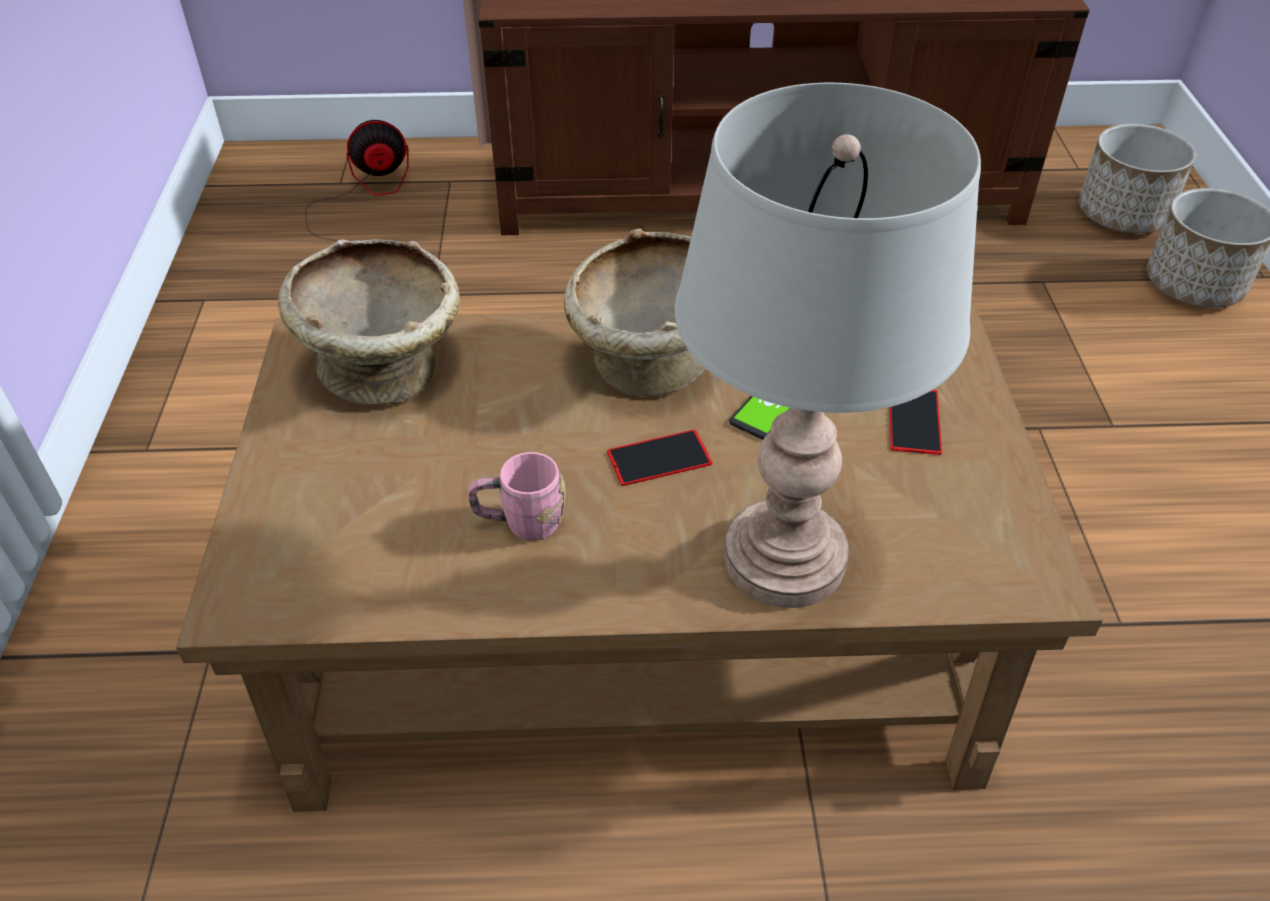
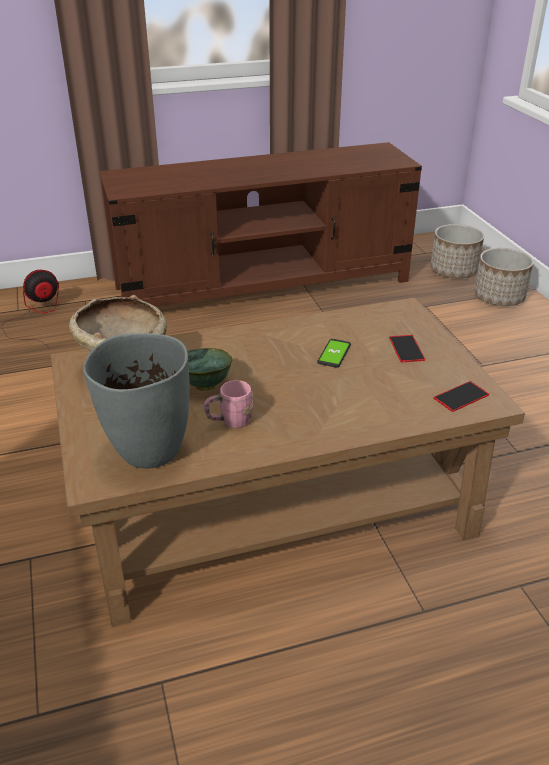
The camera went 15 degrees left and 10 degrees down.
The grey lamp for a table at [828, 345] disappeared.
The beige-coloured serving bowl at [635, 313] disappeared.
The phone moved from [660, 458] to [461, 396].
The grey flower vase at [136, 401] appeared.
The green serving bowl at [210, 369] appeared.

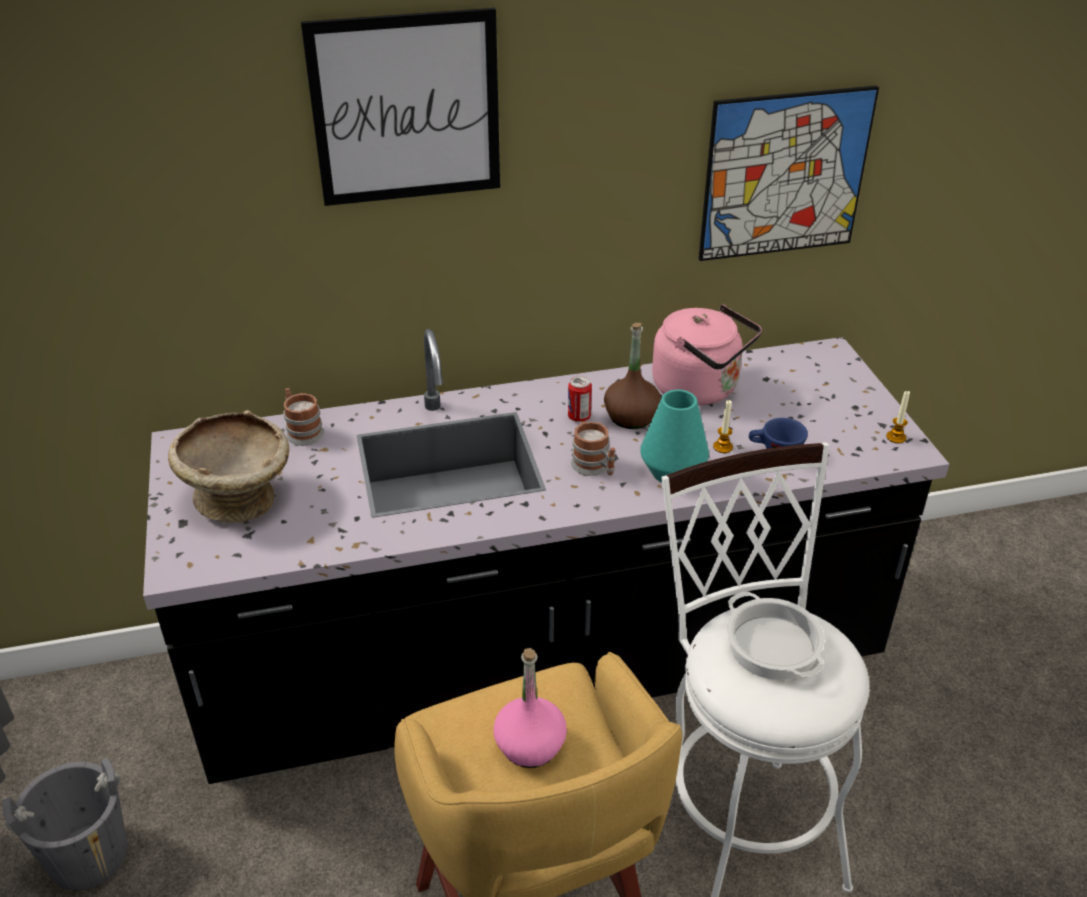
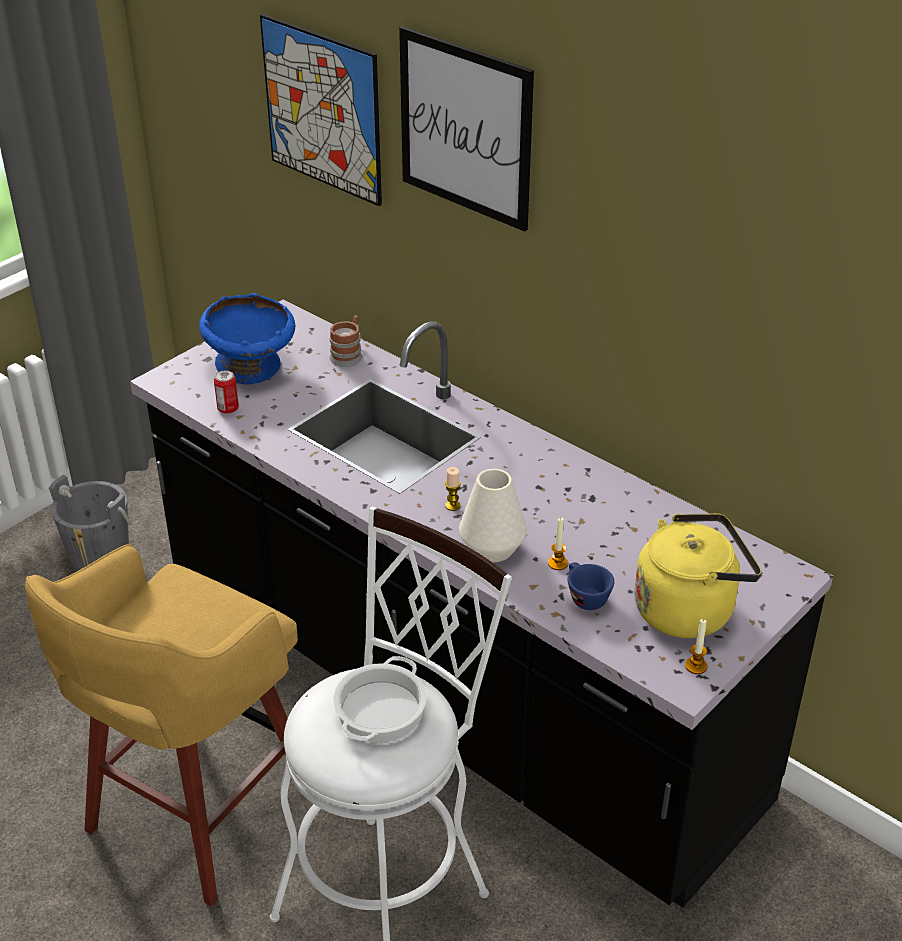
The camera went 55 degrees right and 0 degrees up.
The wall art moved from [789, 173] to [321, 110].
The pink water kettle at [707, 354] disappeared.
The brownish beverage bottle at [632, 376] disappeared.
The metal can moved from [580, 399] to [226, 392].
The turquoise-coloured flower vase at [674, 436] became the white-coloured flower vase at [493, 515].
The beige-coloured serving bowl at [228, 466] became the blue-coloured serving bowl at [247, 338].
The mug at [593, 448] was replaced by the candle at [453, 489].
The pink beverage bottle at [530, 708] disappeared.
The yellowish water kettle at [697, 575] appeared.

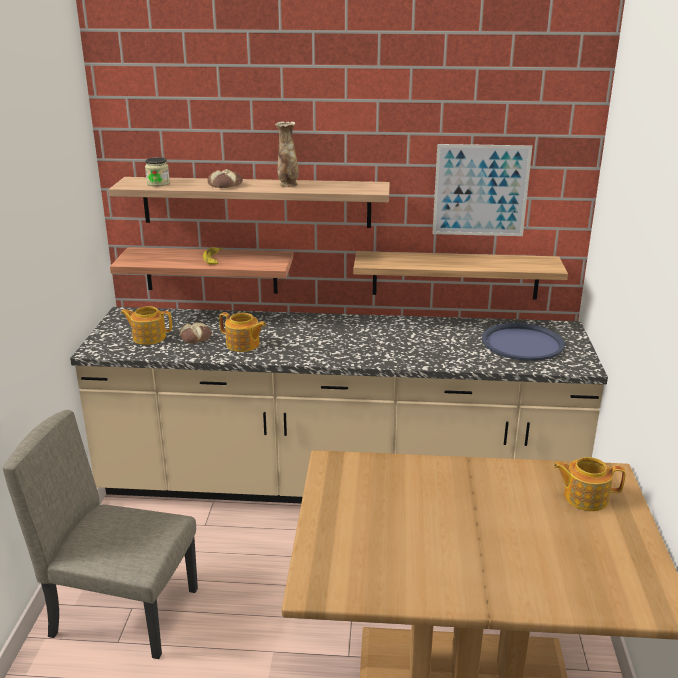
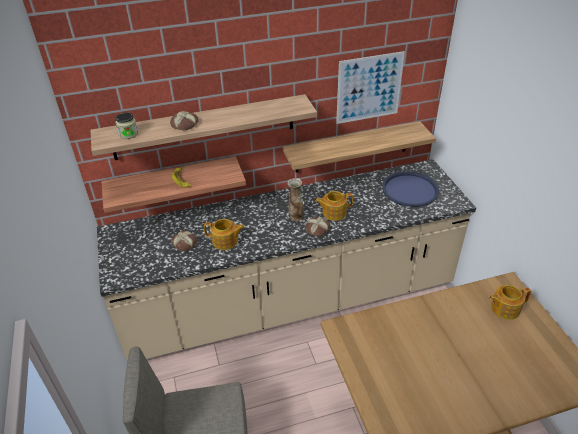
The camera went 20 degrees left and 15 degrees up.
The flower vase moved from [287, 154] to [296, 199].
The pot for tea moved from [146, 325] to [334, 206].
The baked bread at [317, 227] appeared.

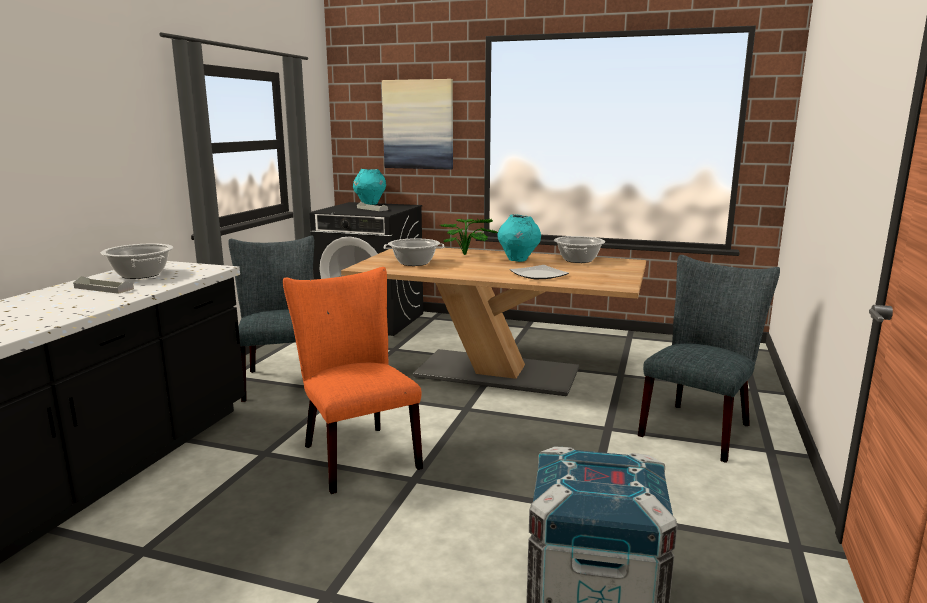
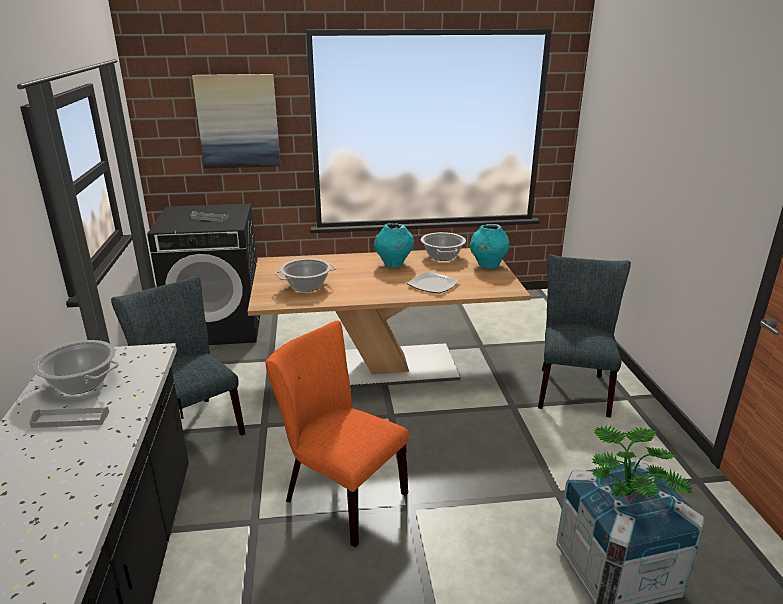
The camera went 25 degrees left and 10 degrees up.
The turquoise-coloured flower vase moved from [369, 187] to [490, 246].
The houseplant moved from [469, 237] to [642, 462].

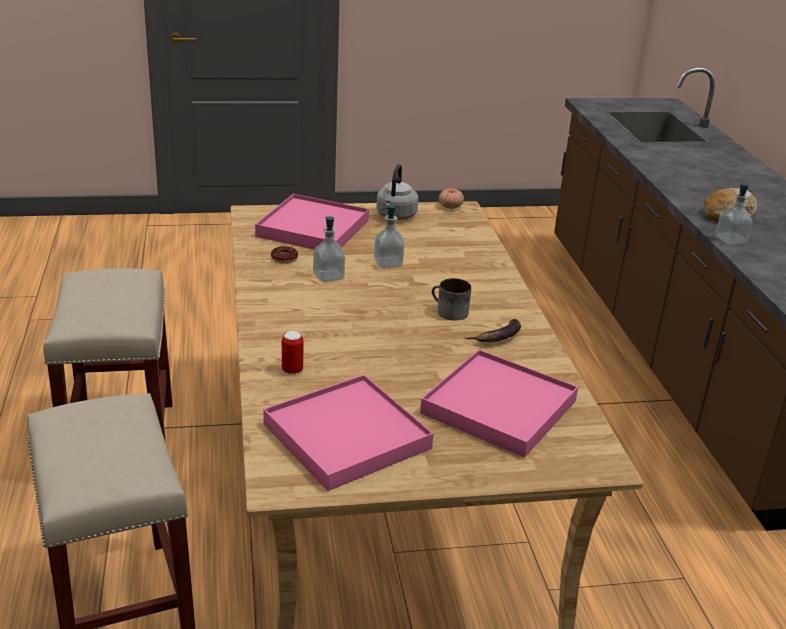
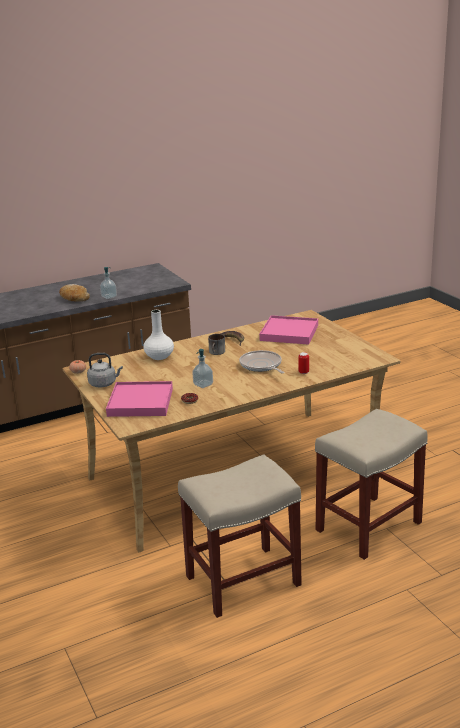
The camera went 105 degrees left and 5 degrees down.
The soap dispenser at [389, 236] disappeared.
The pink carrying tray at [348, 433] disappeared.
The white-coloured flower vase at [159, 335] appeared.
The frying pan at [261, 362] appeared.

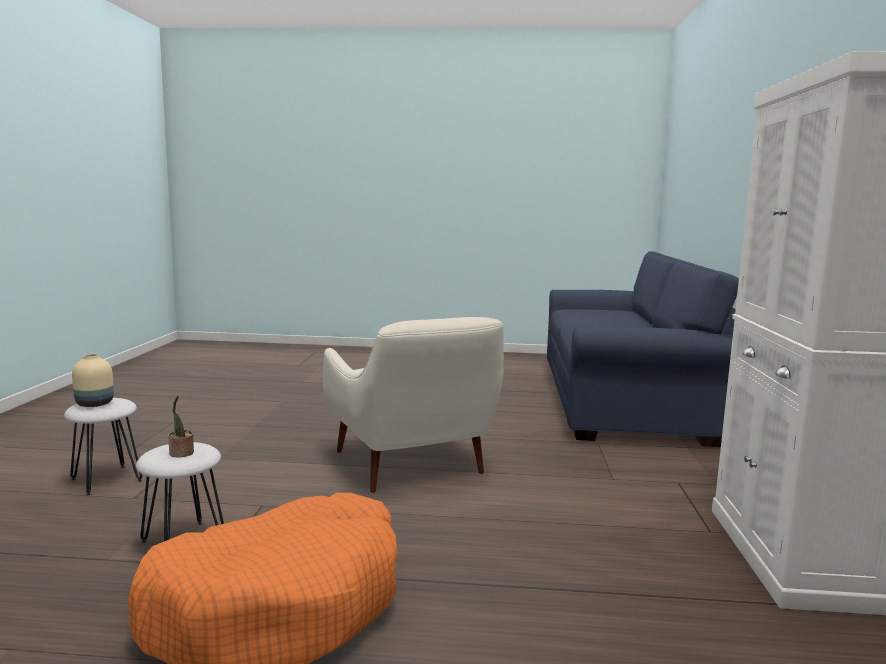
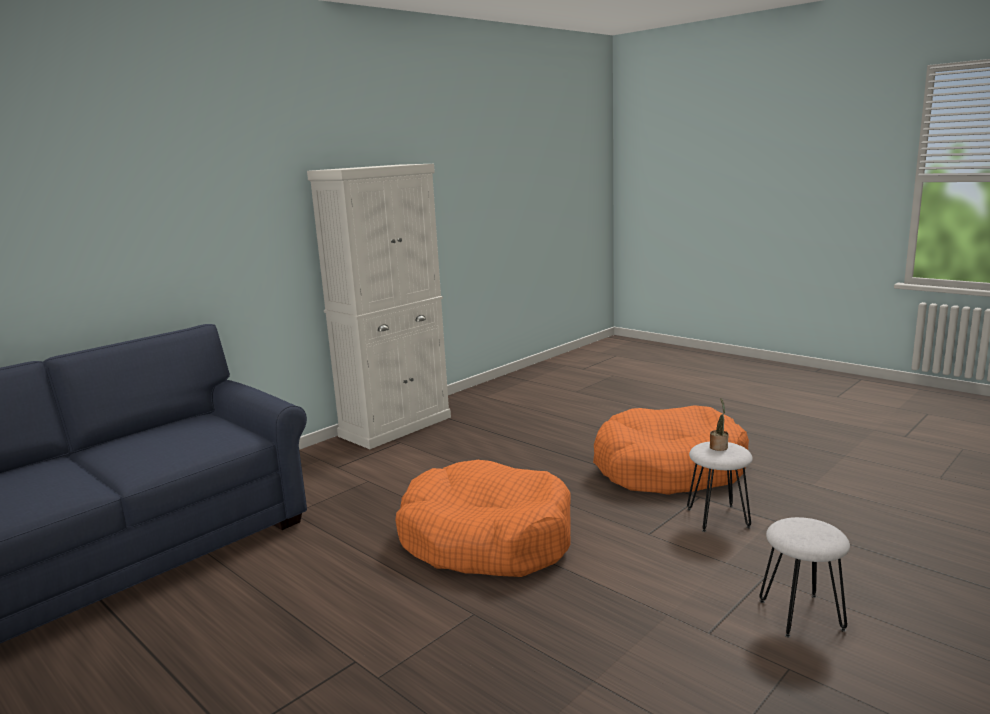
The camera went 140 degrees left and 5 degrees up.
The white-coloured lounge chair at [413, 405] was replaced by the orange-coloured dog bed at [483, 518].
The beige-coloured flower vase at [93, 380] disappeared.

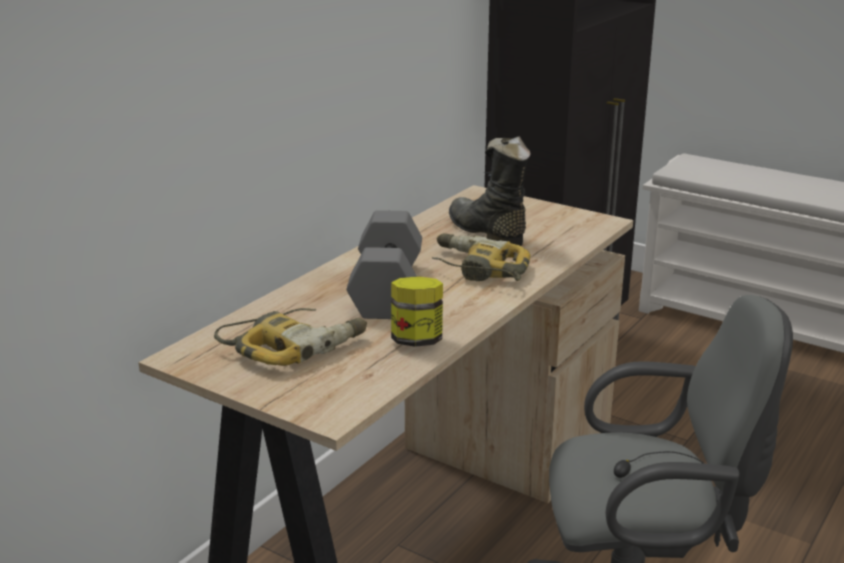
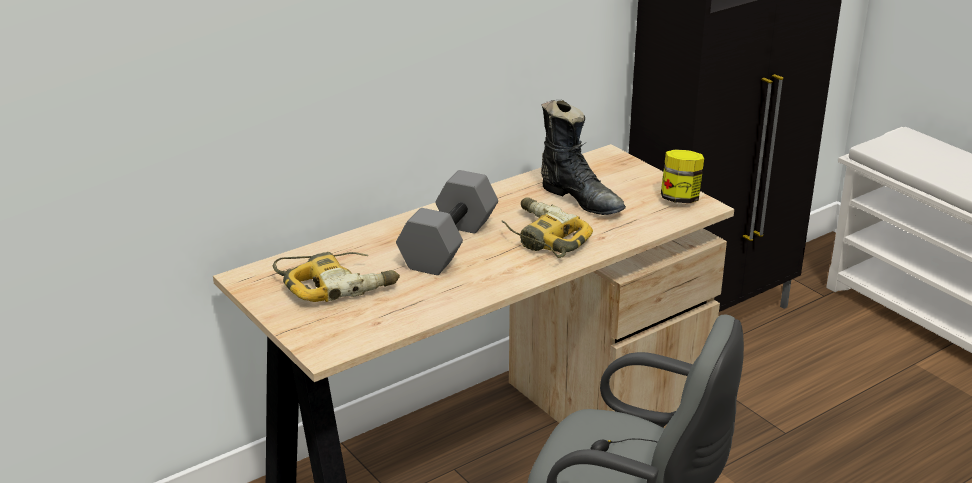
The camera went 20 degrees right and 5 degrees up.
The black high-top boot at [489, 191] turned 150 degrees clockwise.
The storage jar moved from [417, 311] to [682, 176].

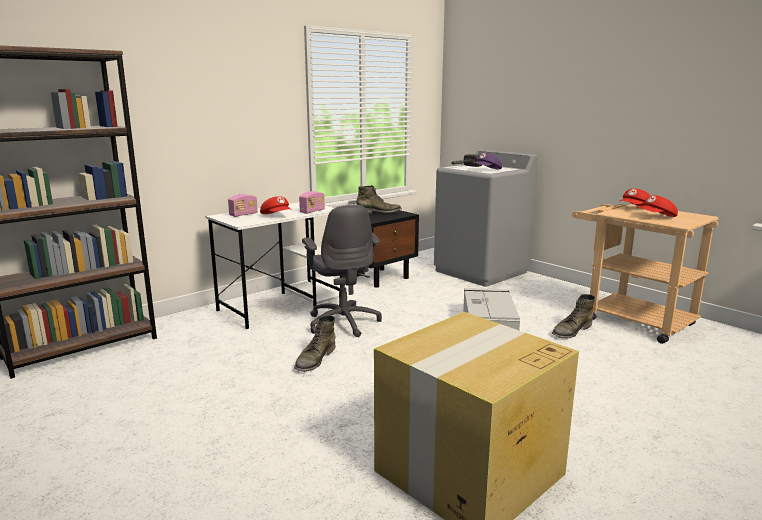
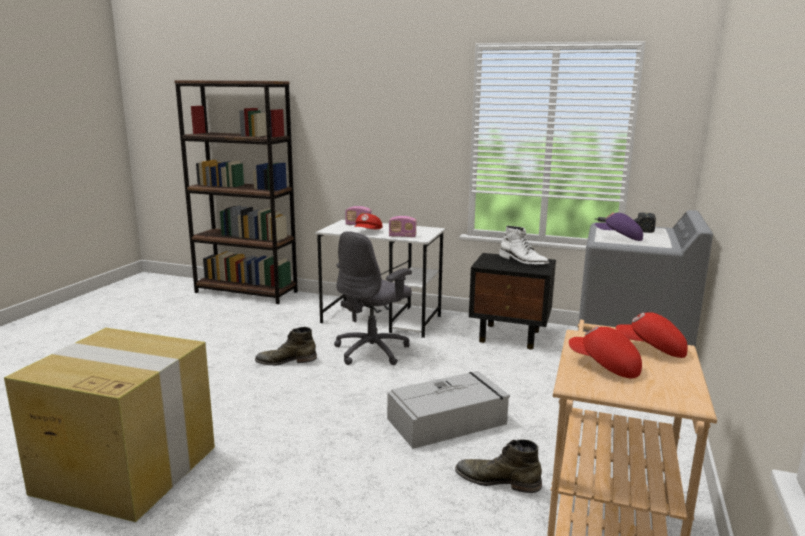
The camera went 60 degrees right and 0 degrees up.
The green high-top boot at [379, 199] became the white-coloured high-top boot at [524, 245].

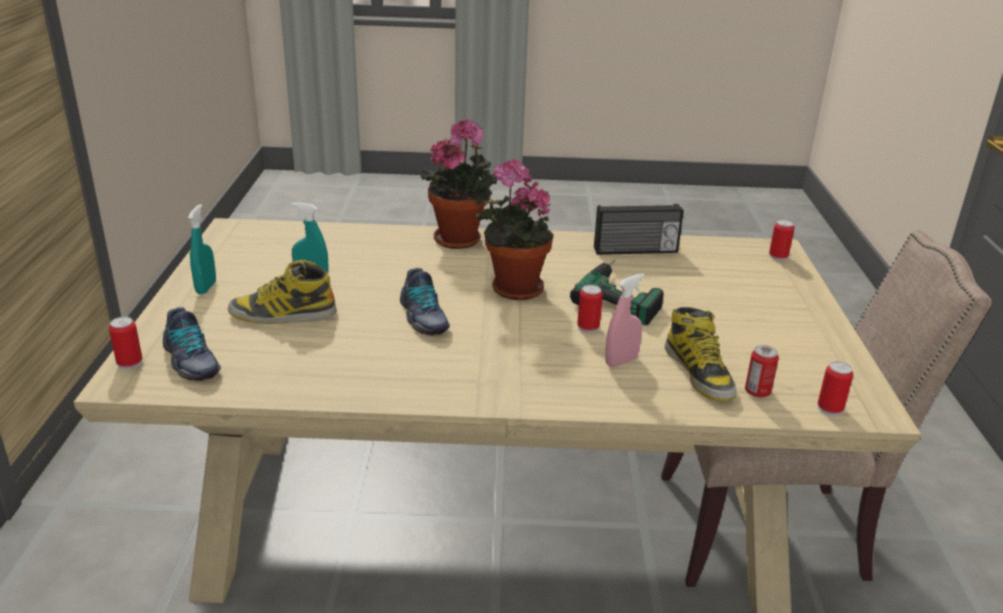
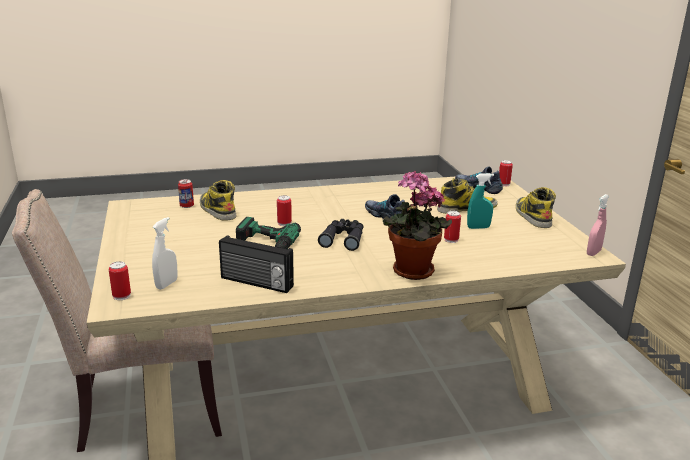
The camera went 165 degrees right and 5 degrees down.
The houseplant at [514, 229] was replaced by the black binoculars at [340, 235].
The turquoise-coloured hand sprayer at [202, 249] was replaced by the high-top boot at [536, 207].
The radio at [639, 229] turned 135 degrees counterclockwise.
The pink hand sprayer moved from [625, 320] to [598, 225].
The metal can moved from [835, 388] to [452, 227].
The white-coloured hand sprayer at [165, 253] appeared.

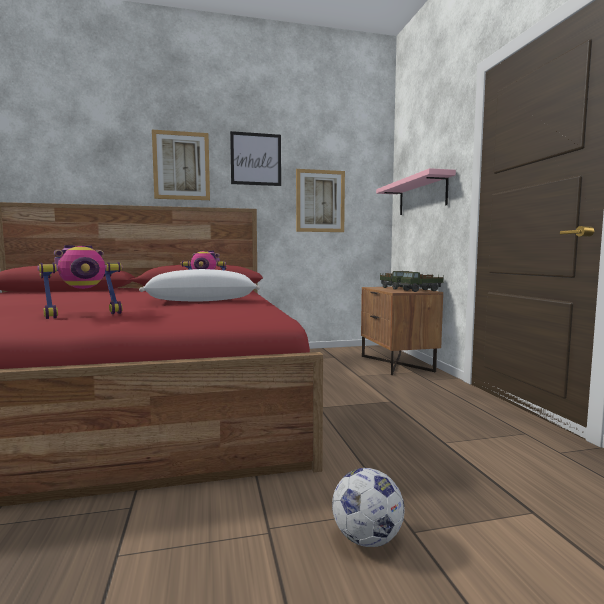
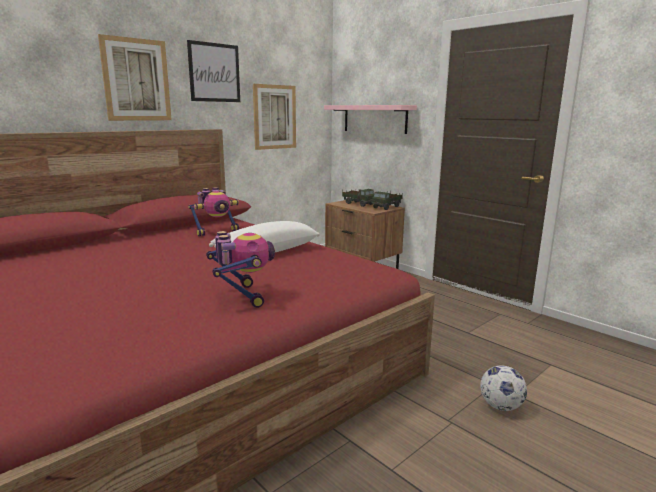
The camera went 30 degrees left and 10 degrees up.
The toy robot at [80, 282] turned 45 degrees counterclockwise.

